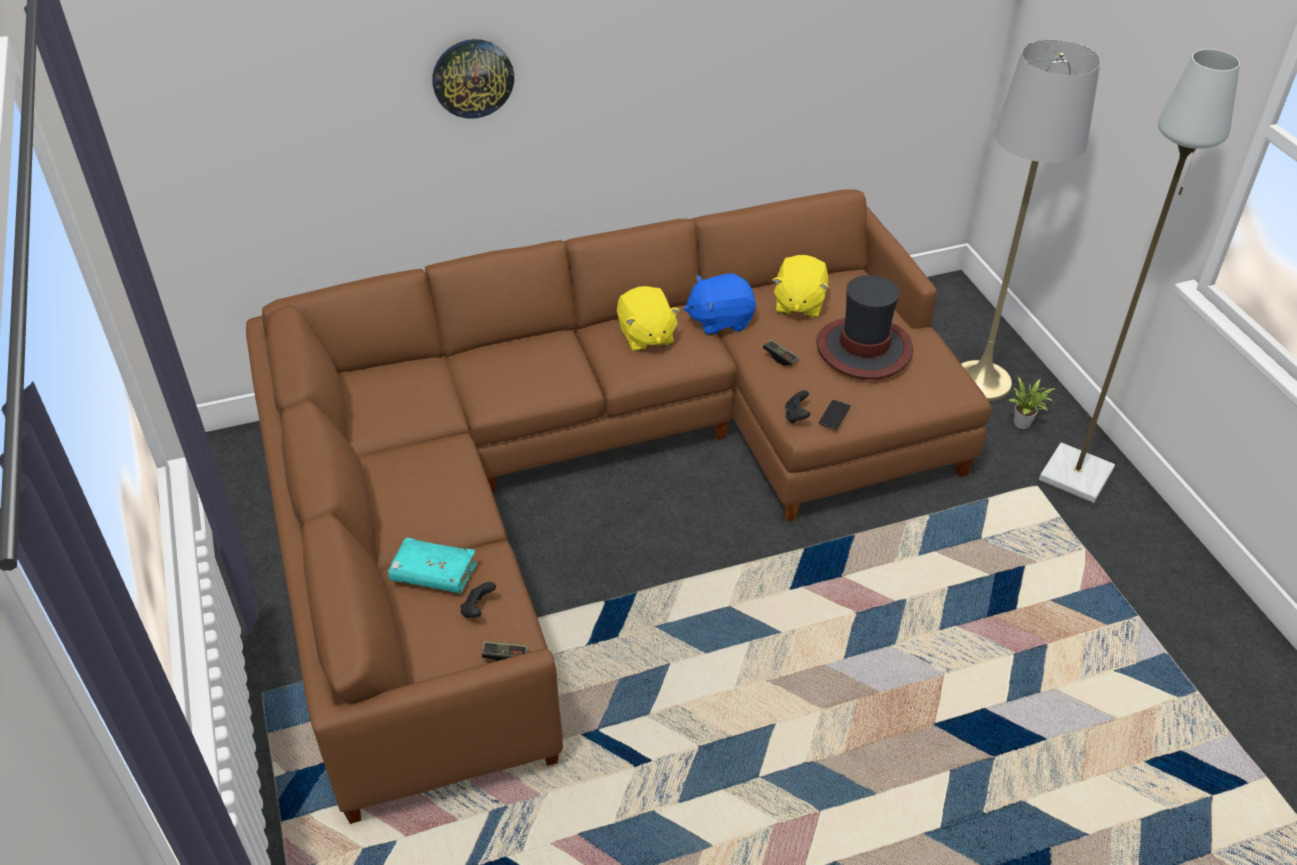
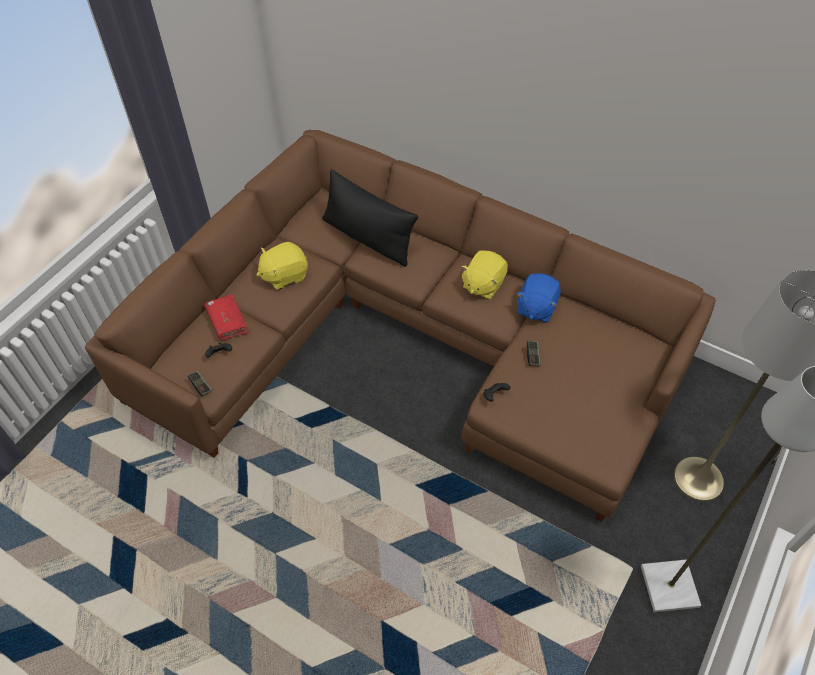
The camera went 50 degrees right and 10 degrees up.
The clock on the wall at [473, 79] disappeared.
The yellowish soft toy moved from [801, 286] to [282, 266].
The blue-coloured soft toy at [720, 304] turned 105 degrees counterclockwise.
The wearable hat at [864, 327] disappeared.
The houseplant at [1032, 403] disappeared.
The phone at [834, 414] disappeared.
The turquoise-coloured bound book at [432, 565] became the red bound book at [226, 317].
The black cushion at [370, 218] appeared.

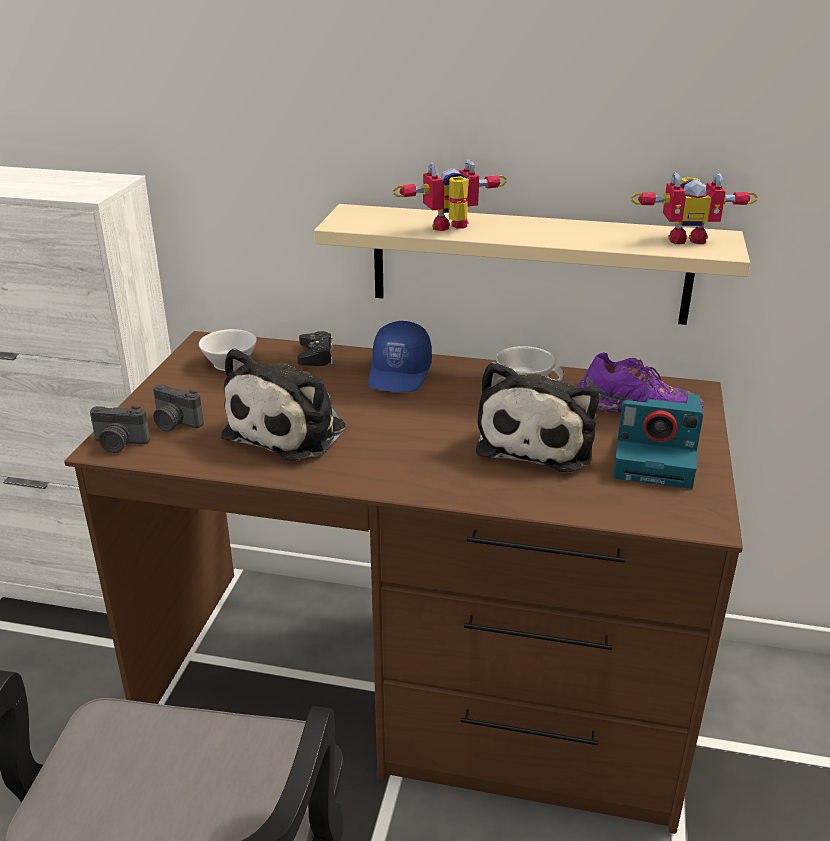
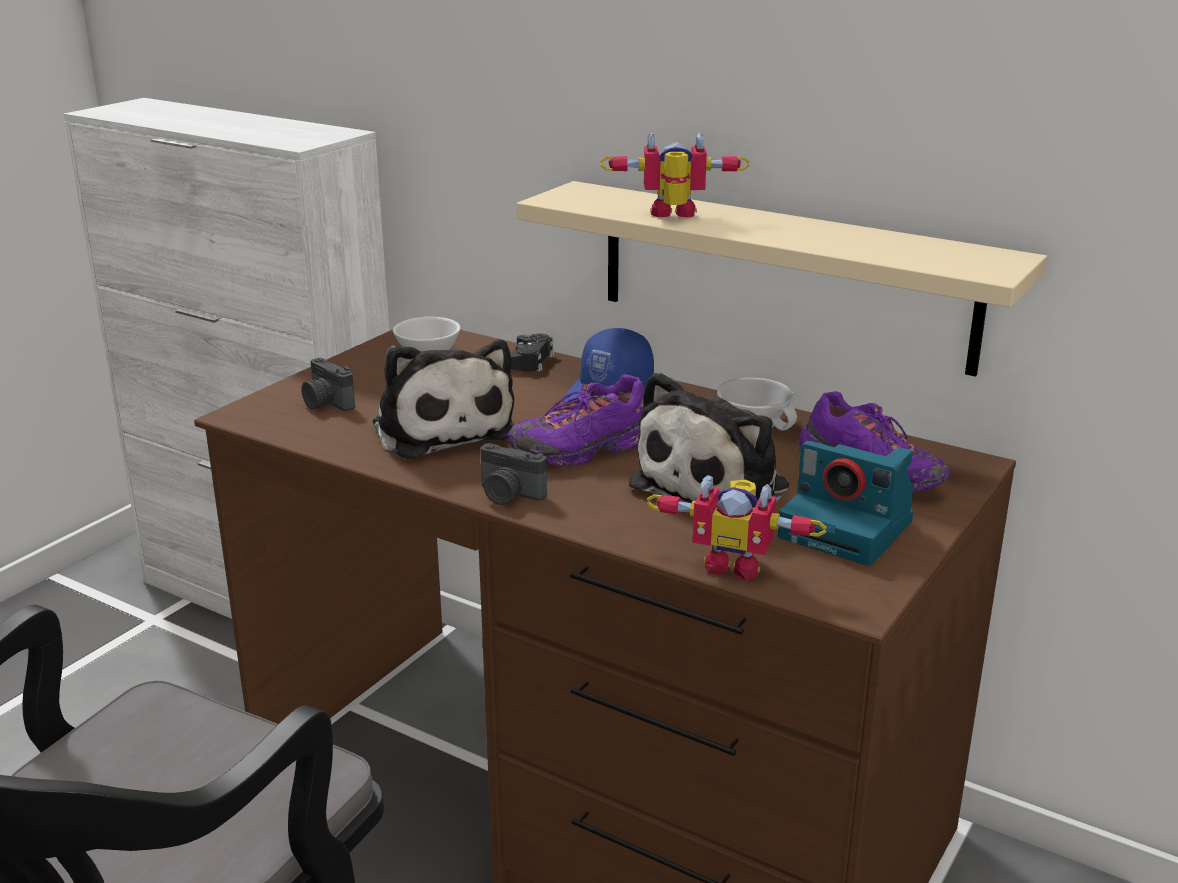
The camera went 20 degrees right and 5 degrees down.
The toy robot moved from [694, 208] to [737, 528].
The soft toy at [283, 404] turned 75 degrees counterclockwise.
The still camera moved from [120, 429] to [513, 474].
The purple shoe at [576, 420] appeared.

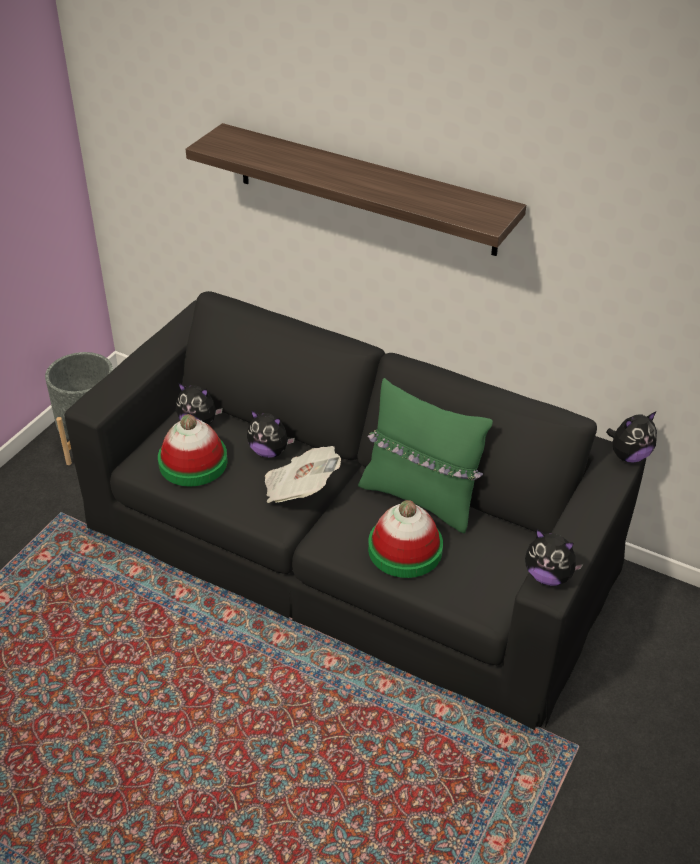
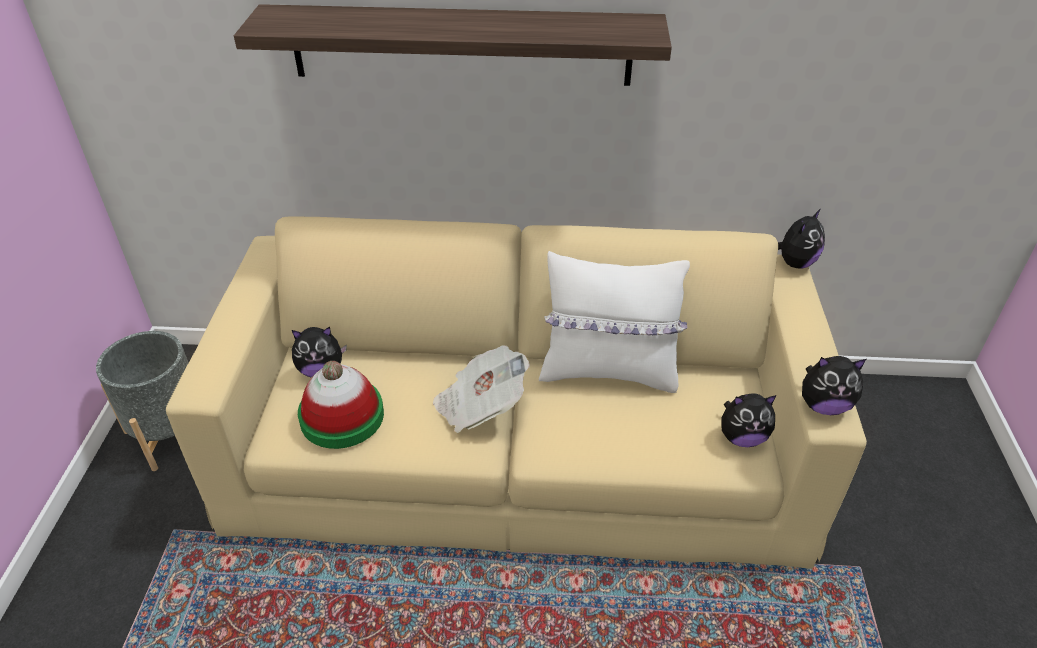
The camera went 25 degrees left and 0 degrees up.
The black sofa at [355, 510] became the beige-coloured sofa at [516, 392].
The green cushion at [425, 455] became the white-coloured cushion at [614, 322].
The soft toy moved from [271, 434] to [748, 420].
The wearable hat at [405, 539] disappeared.

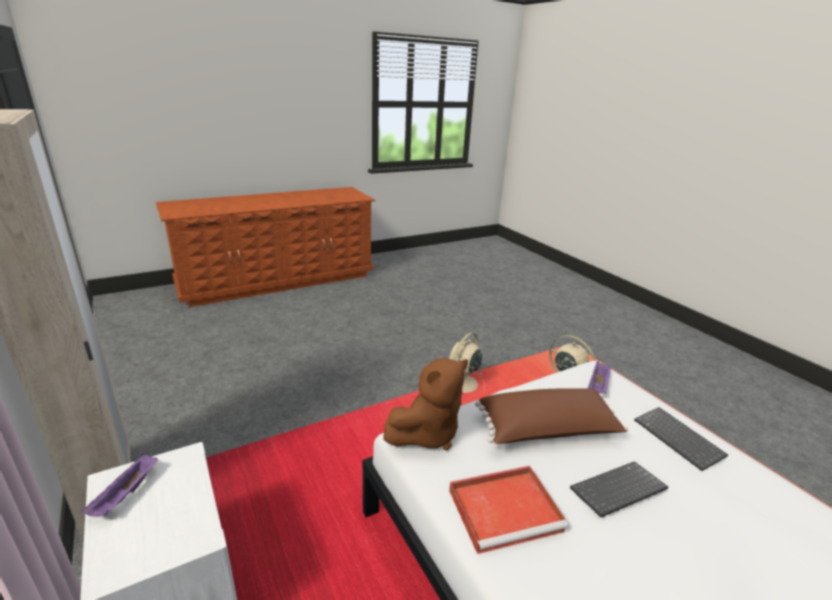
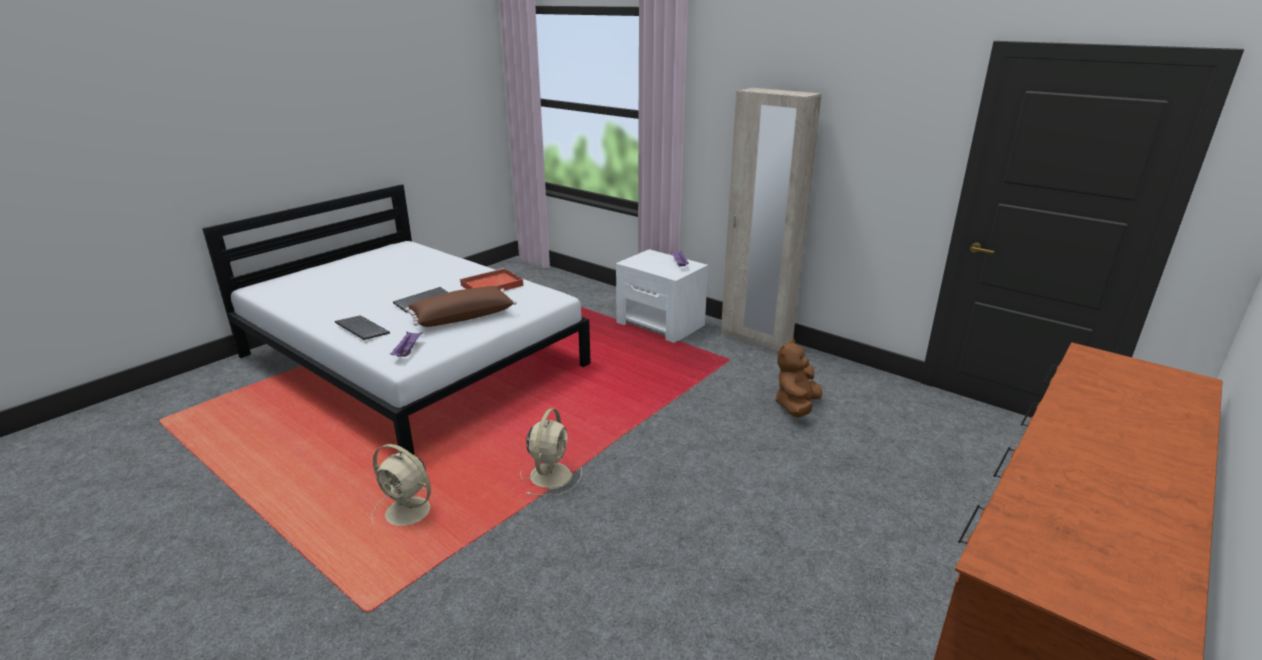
The camera went 160 degrees right and 0 degrees up.
The brownish soft toy moved from [425, 404] to [798, 378].

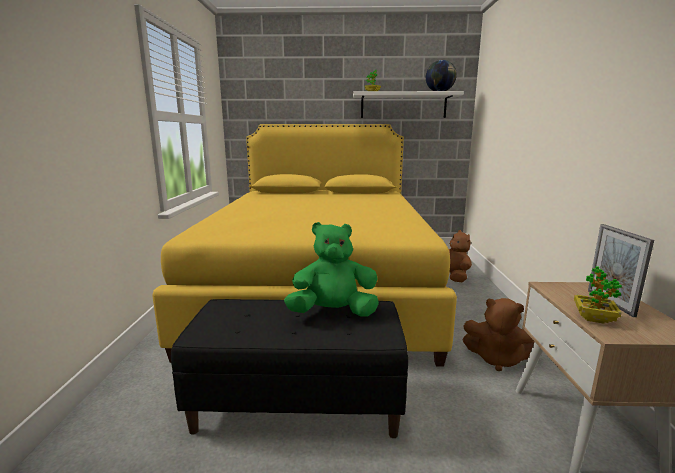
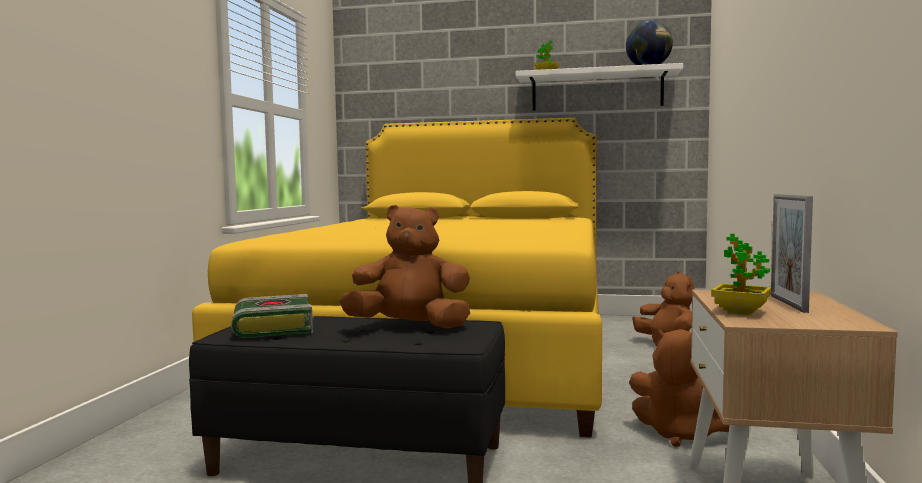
The camera went 10 degrees right and 10 degrees down.
The green soft toy at [331, 269] became the brownish soft toy at [404, 267].
The bound book at [272, 316] appeared.

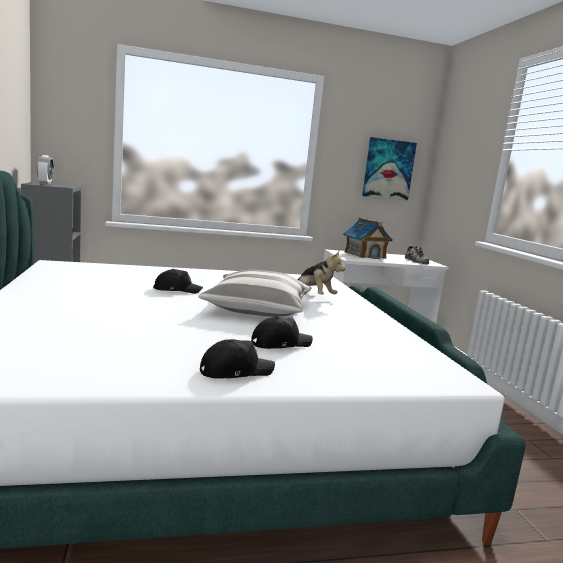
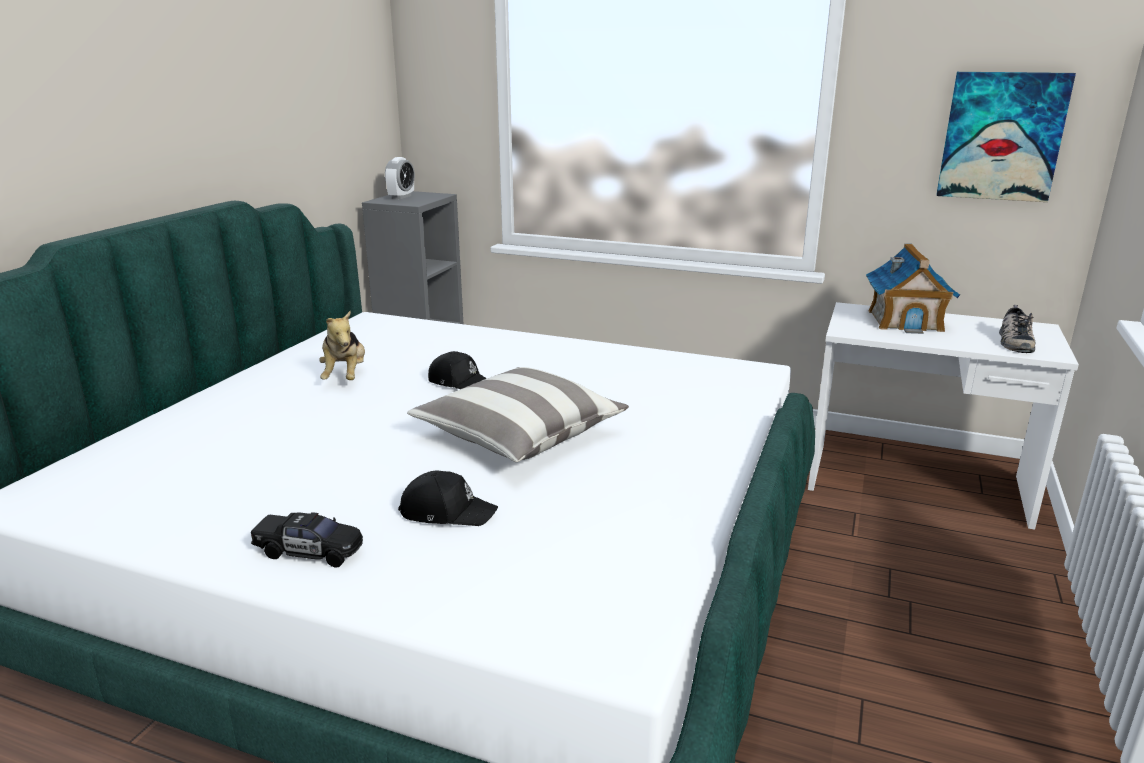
The camera went 35 degrees right and 10 degrees up.
The soft toy moved from [321, 272] to [342, 345].
The black peaked cap at [237, 358] was replaced by the black toy car at [307, 540].

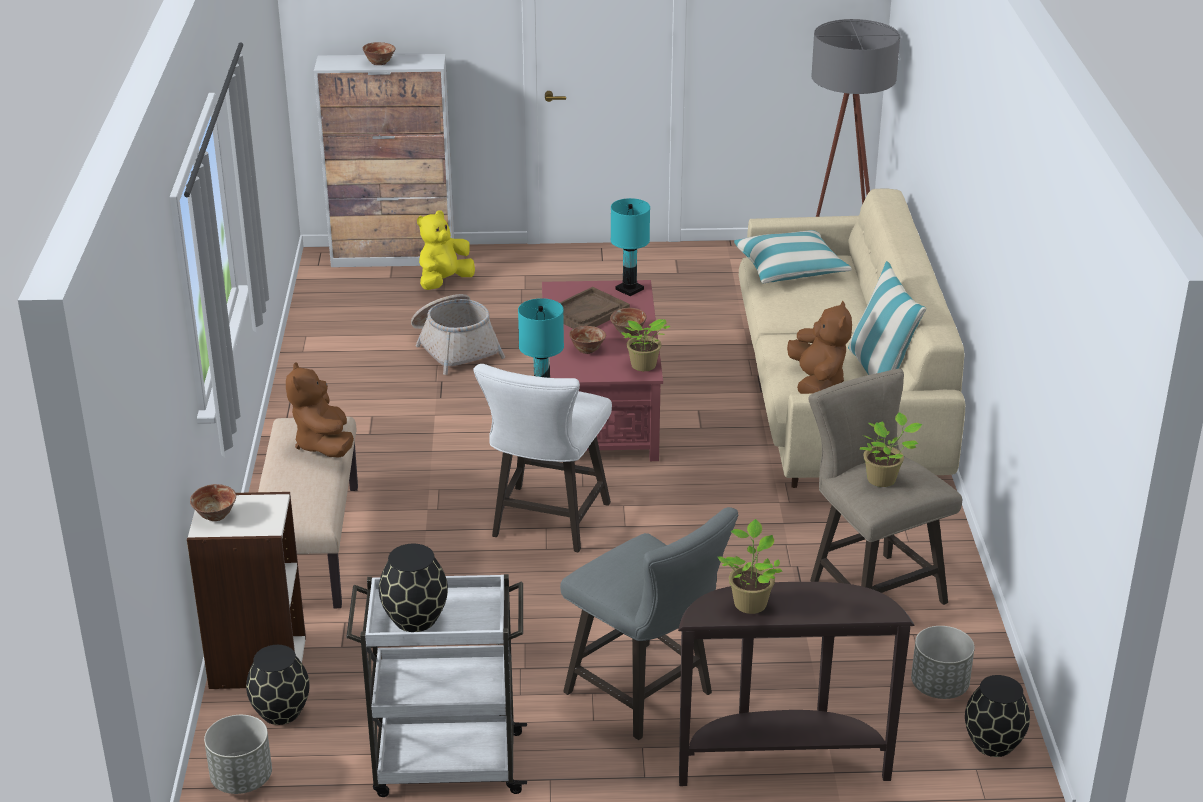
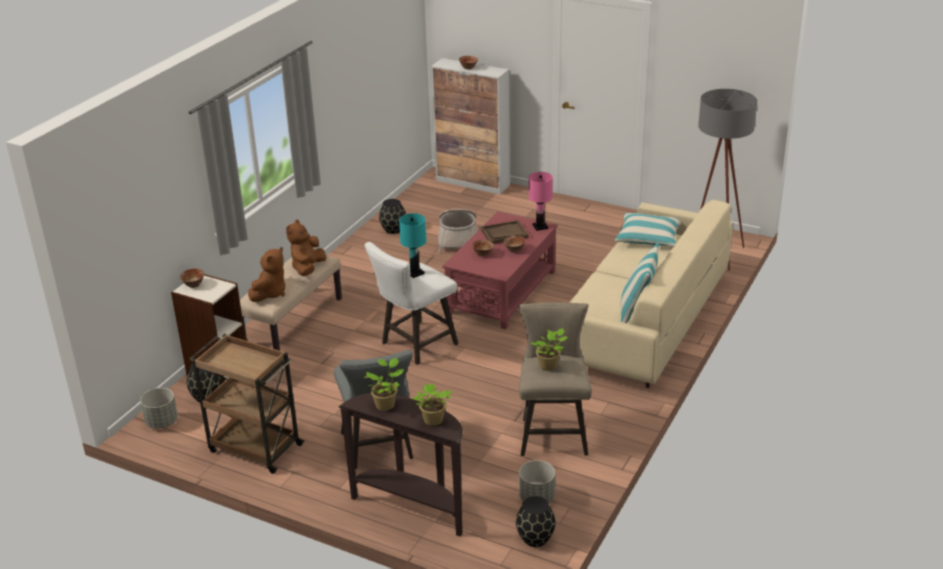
The camera went 30 degrees right and 0 degrees up.
The turquoise-coloured lamp for a table at [630, 247] became the pink lamp for a table at [541, 201].
The yellowish soft toy at [446, 250] disappeared.
The brownish soft toy moved from [819, 347] to [267, 274].
The houseplant moved from [646, 345] to [432, 405].
The black flower vase moved from [413, 588] to [392, 216].
The white-coloured wheeled cart at [436, 685] became the brownish wheeled cart at [246, 404].

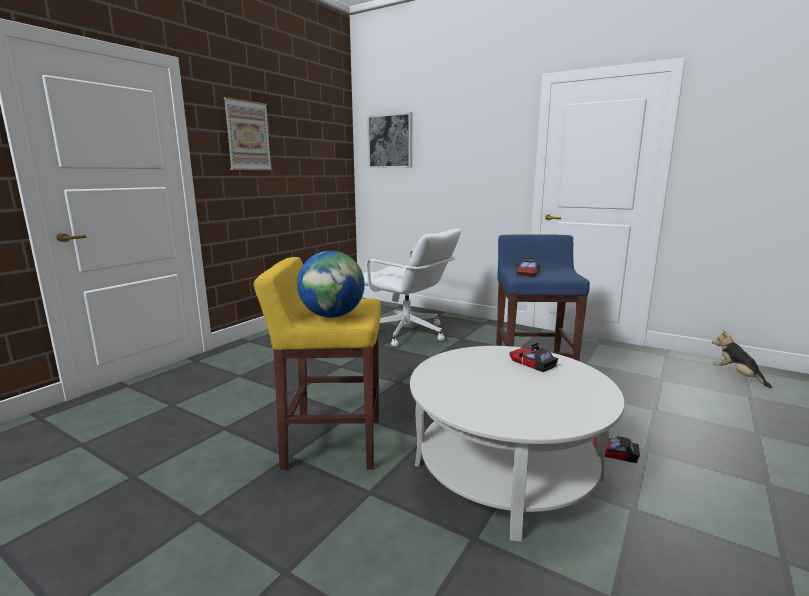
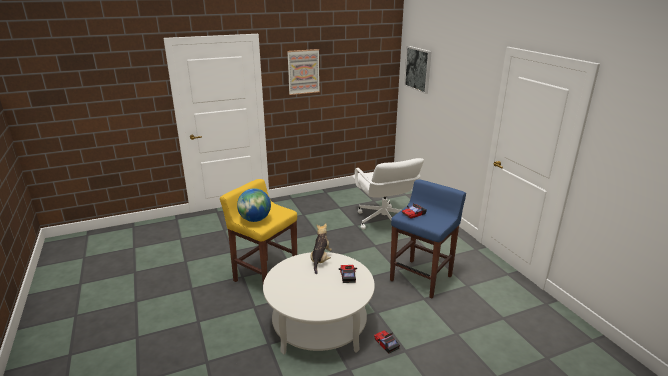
The camera went 35 degrees right and 10 degrees up.
The soft toy moved from [742, 358] to [321, 248].

